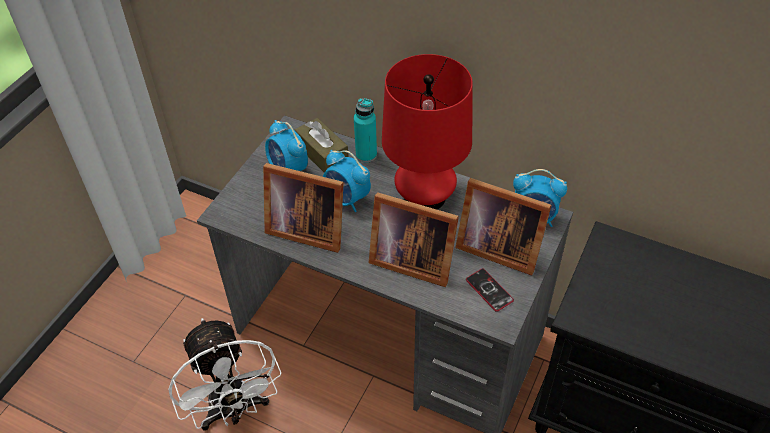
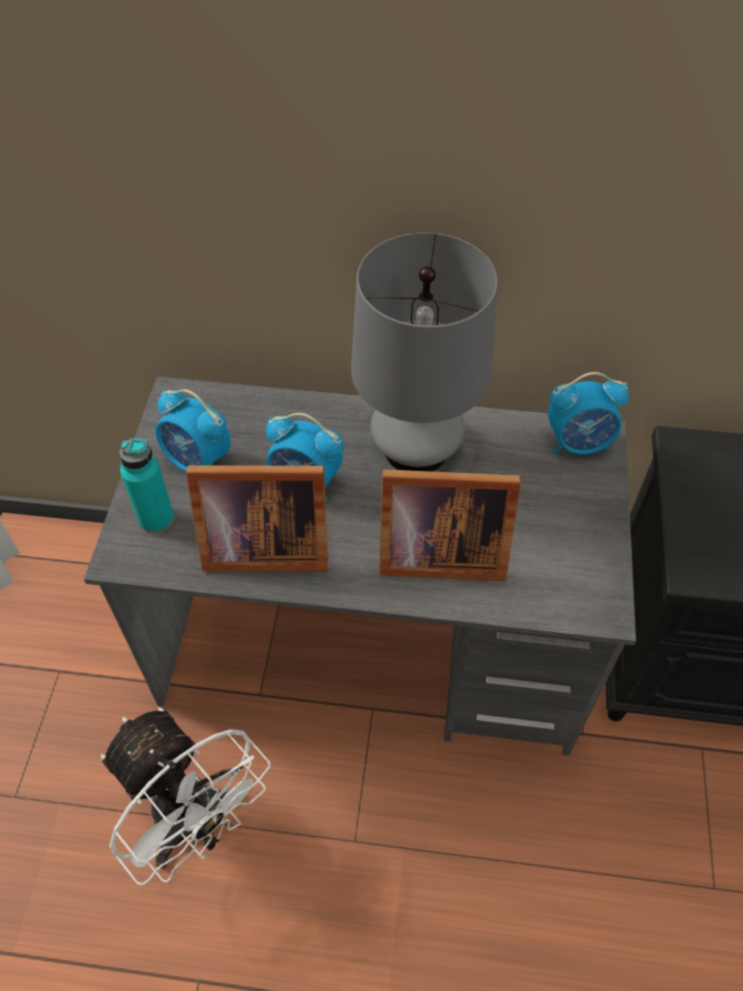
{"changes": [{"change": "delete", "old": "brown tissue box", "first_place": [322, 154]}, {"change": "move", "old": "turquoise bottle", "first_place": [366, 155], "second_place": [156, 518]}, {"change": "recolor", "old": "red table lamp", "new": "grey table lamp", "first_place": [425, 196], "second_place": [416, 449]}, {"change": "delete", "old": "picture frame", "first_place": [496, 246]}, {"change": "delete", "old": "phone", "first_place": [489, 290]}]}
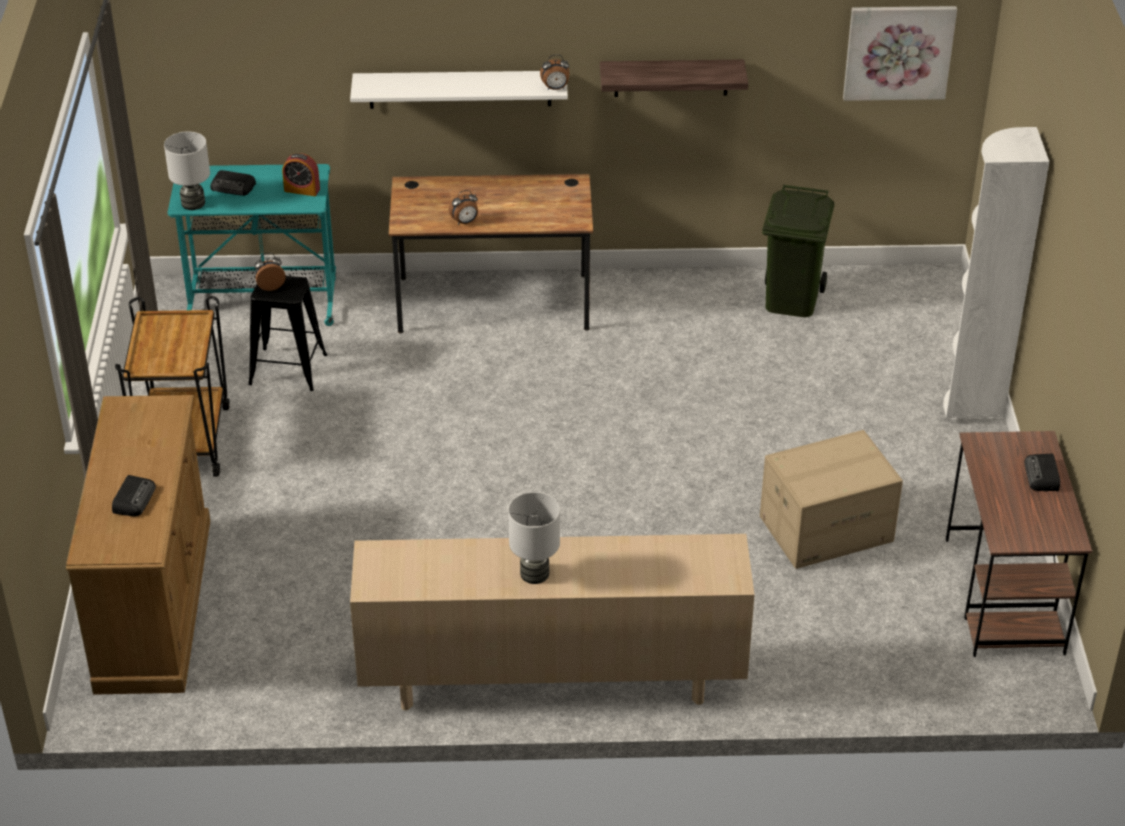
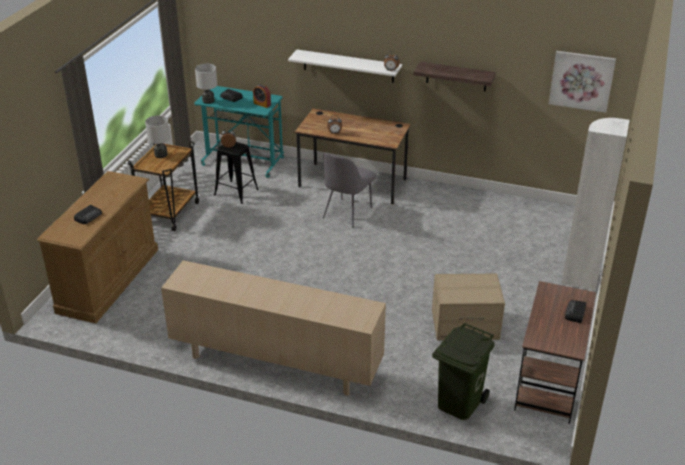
{"changes": [{"change": "move", "old": "grey table lamp", "first_place": [535, 574], "second_place": [161, 155]}, {"change": "move", "old": "green trash can", "first_place": [790, 299], "second_place": [458, 403]}, {"change": "insert", "new": "grey chair", "second_place": [347, 213]}]}
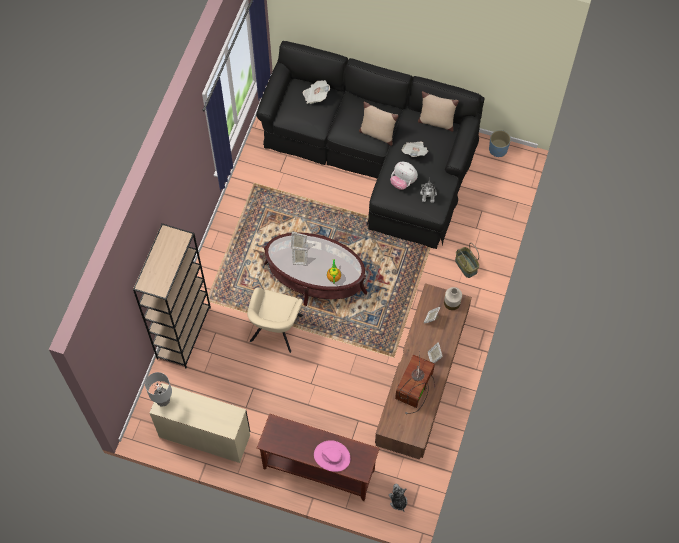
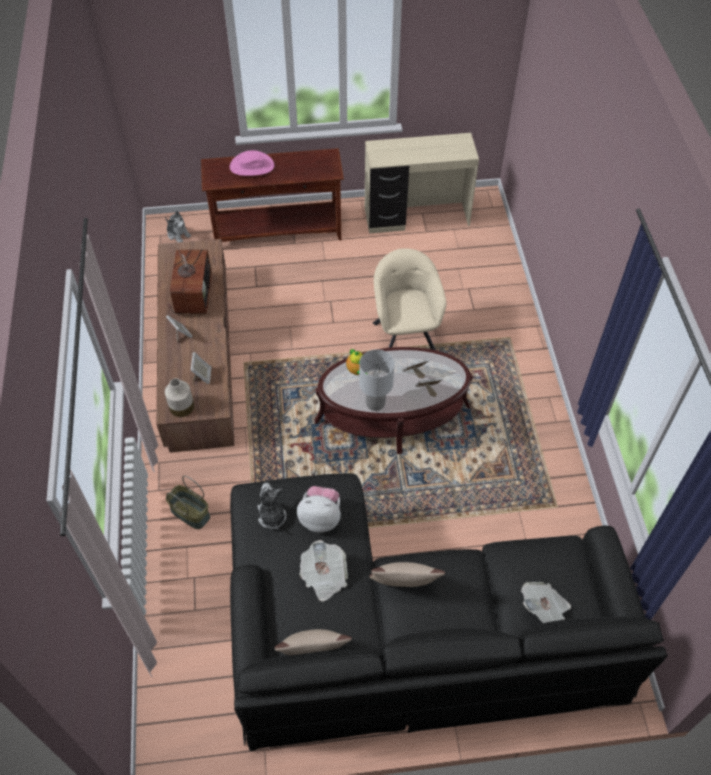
{"changes": [{"change": "delete", "old": "beige bookcase", "first_place": [183, 332]}, {"change": "move", "old": "grey table lamp", "first_place": [163, 401], "second_place": [375, 404]}, {"change": "delete", "old": "blue planter", "first_place": [498, 149]}]}
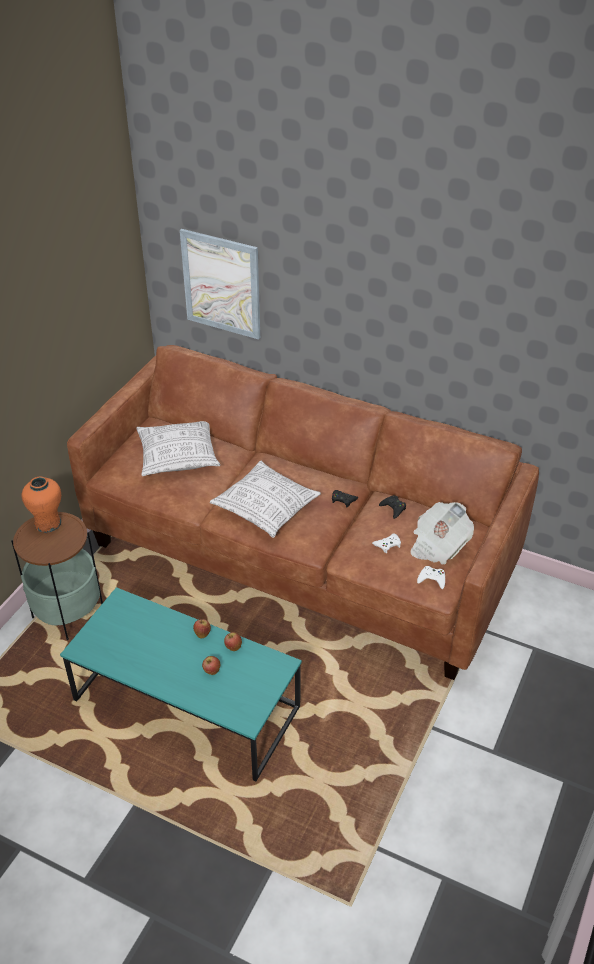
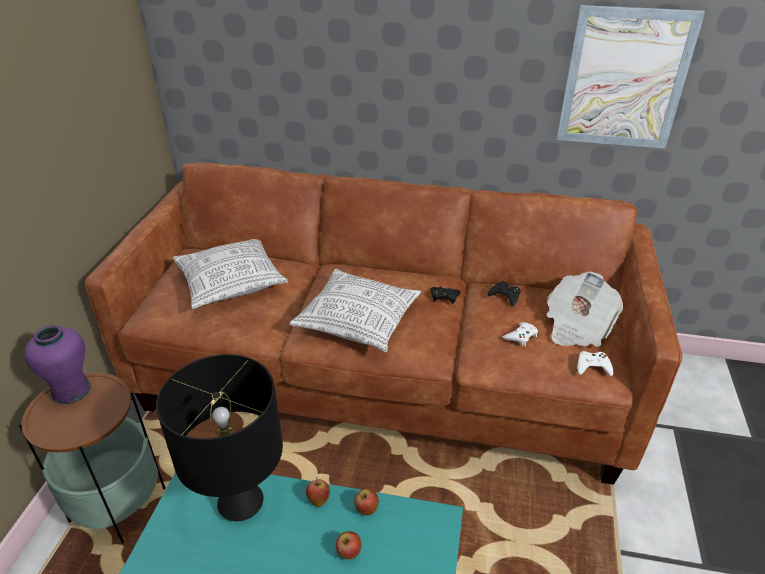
{"changes": [{"change": "recolor", "old": "orange vase", "new": "purple vase", "first_place": [47, 523], "second_place": [71, 391]}, {"change": "move", "old": "picture", "first_place": [221, 284], "second_place": [624, 79]}, {"change": "insert", "new": "black table lamp", "second_place": [241, 504]}]}
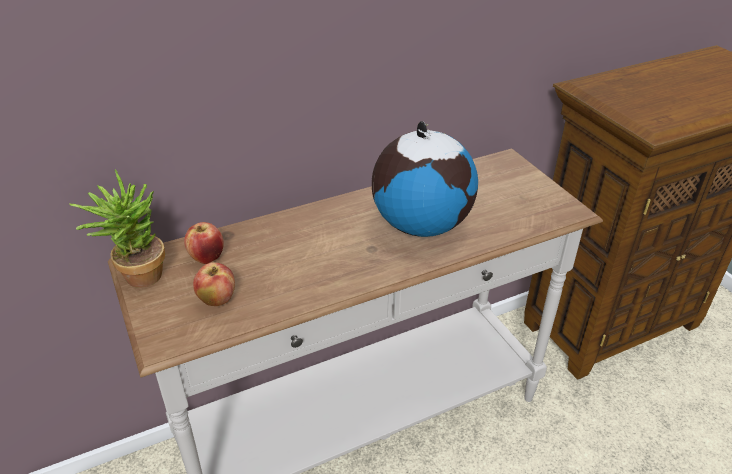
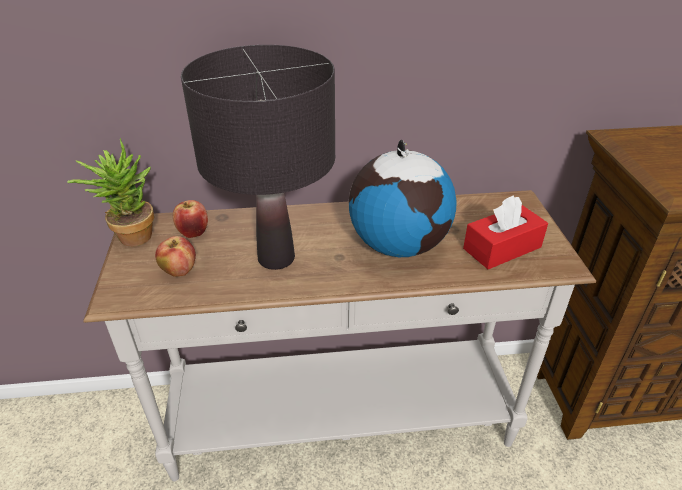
{"changes": [{"change": "insert", "new": "black table lamp", "second_place": [276, 258]}, {"change": "insert", "new": "red tissue box", "second_place": [502, 248]}]}
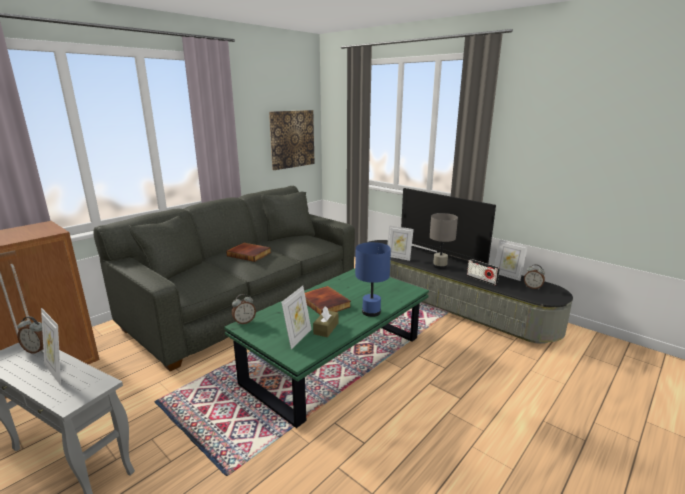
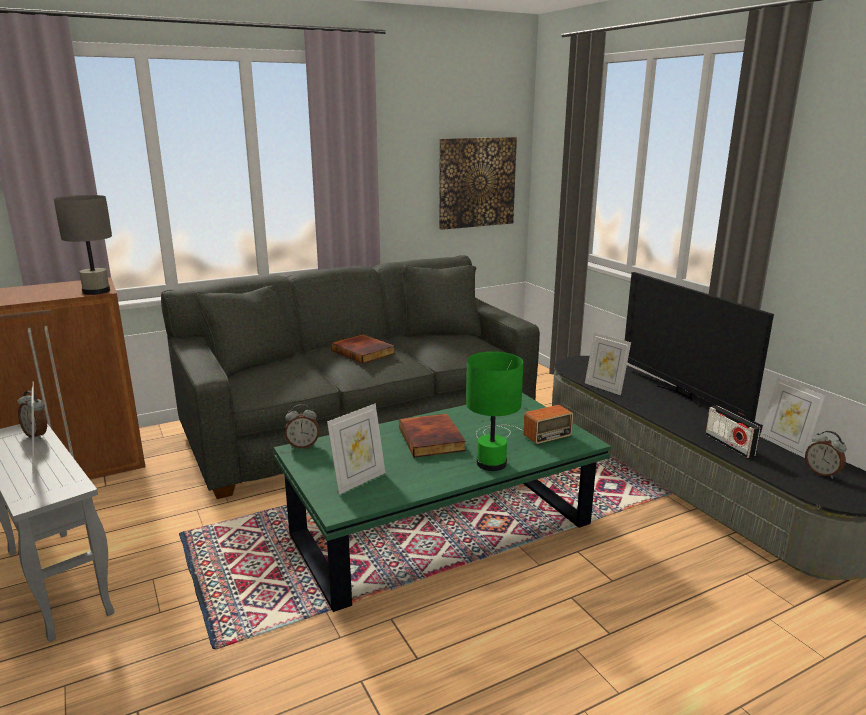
{"changes": [{"change": "delete", "old": "brown tissue box", "first_place": [326, 328]}, {"change": "recolor", "old": "blue table lamp", "new": "green table lamp", "first_place": [371, 312], "second_place": [490, 463]}, {"change": "move", "old": "grey table lamp", "first_place": [439, 266], "second_place": [96, 291]}, {"change": "insert", "new": "radio", "second_place": [518, 434]}]}
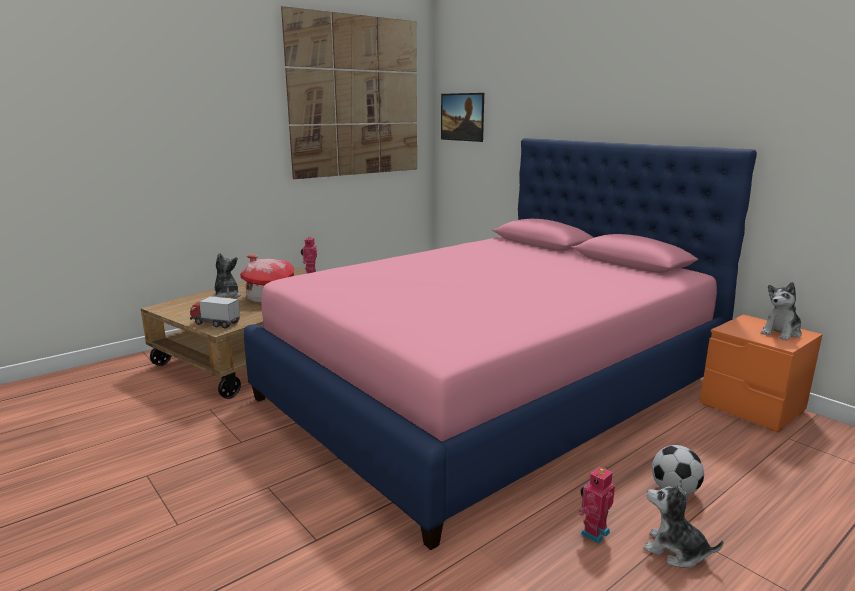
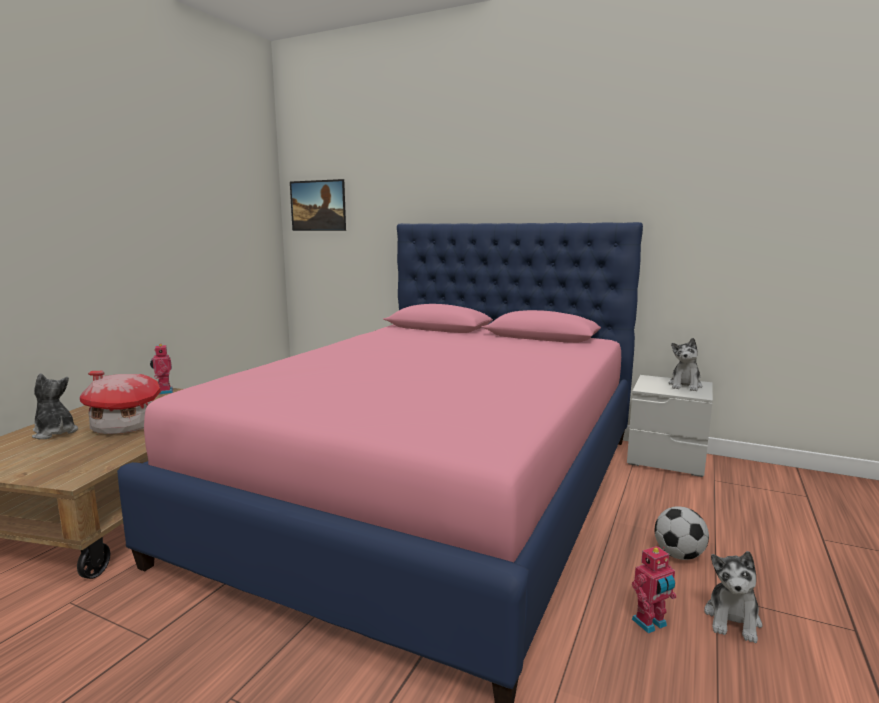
{"changes": [{"change": "delete", "old": "toy truck", "first_place": [215, 323]}, {"change": "delete", "old": "picture", "first_place": [355, 97]}, {"change": "rotate", "old": "toy robot", "first_place": [593, 532], "second_place": [650, 624], "degrees": -135}, {"change": "rotate", "old": "plush toy", "first_place": [675, 551], "second_place": [733, 619], "degrees": -75}, {"change": "recolor", "old": "orange nightstand", "new": "white nightstand", "first_place": [752, 407], "second_place": [666, 459]}]}
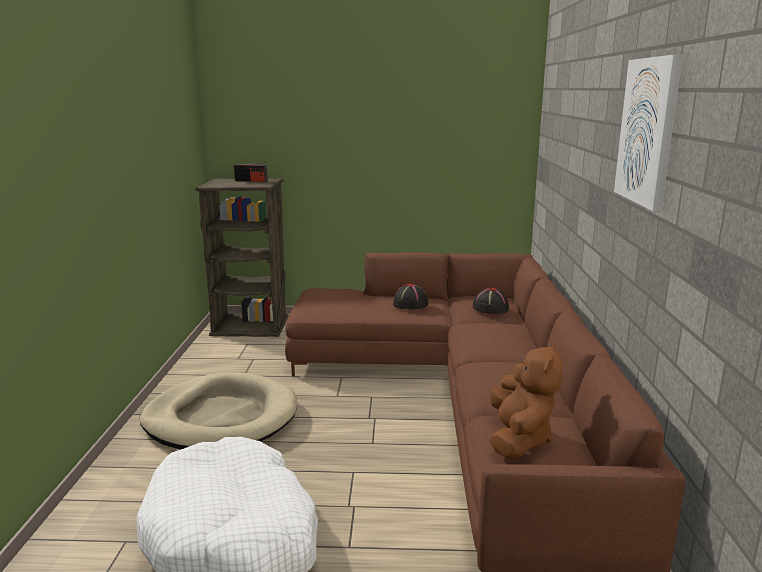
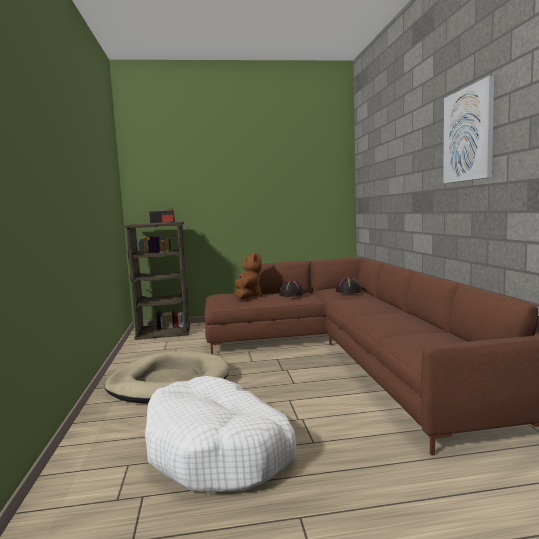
{"changes": [{"change": "move", "old": "brown plush toy", "first_place": [518, 439], "second_place": [248, 296]}]}
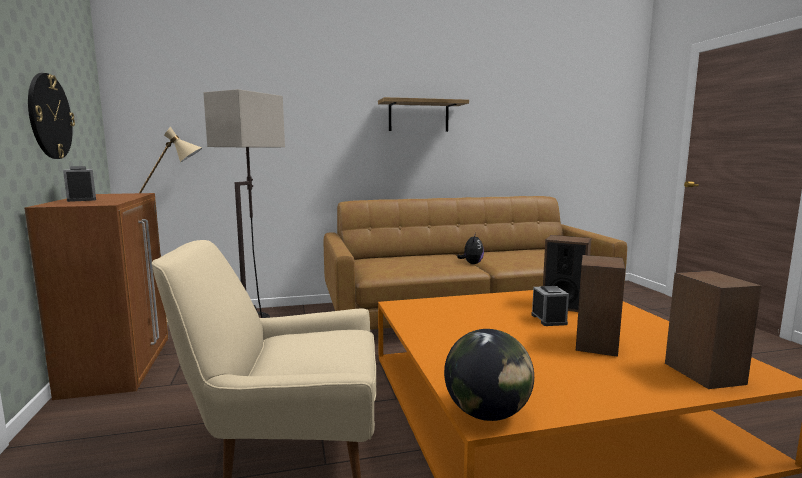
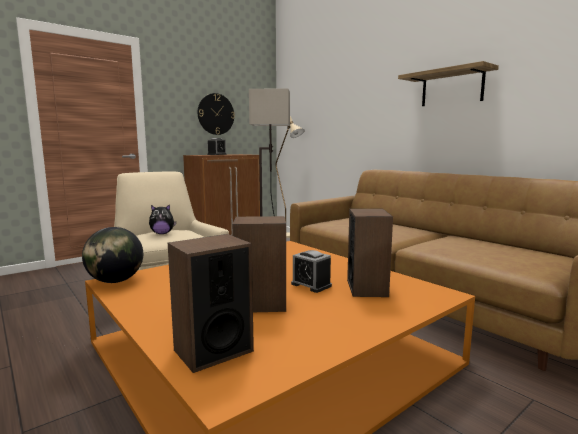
{"changes": [{"change": "move", "old": "plush toy", "first_place": [471, 263], "second_place": [162, 233]}, {"change": "rotate", "old": "alarm clock", "first_place": [549, 319], "second_place": [311, 285], "degrees": 75}]}
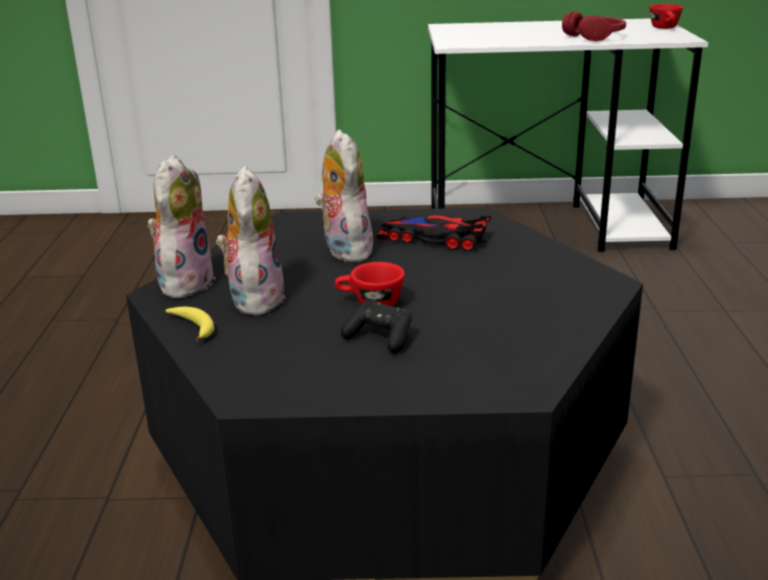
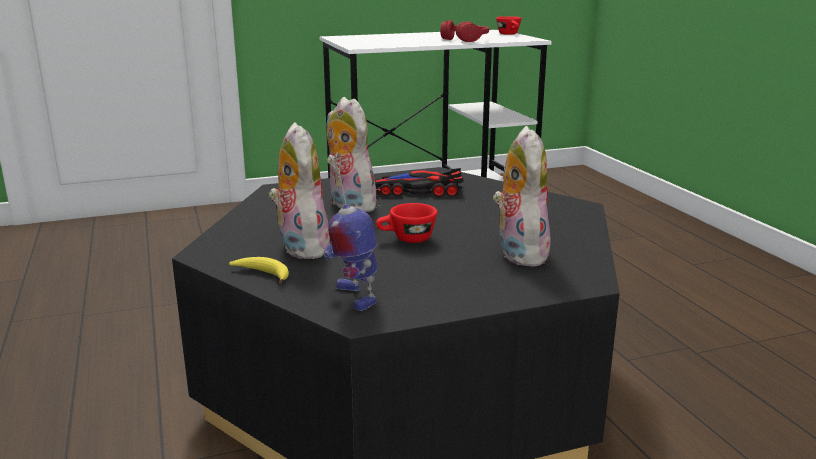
{"changes": [{"change": "move", "old": "plush toy", "first_place": [184, 282], "second_place": [518, 253]}, {"change": "delete", "old": "black game controller", "first_place": [380, 338]}, {"change": "insert", "new": "toy robot", "second_place": [353, 296]}]}
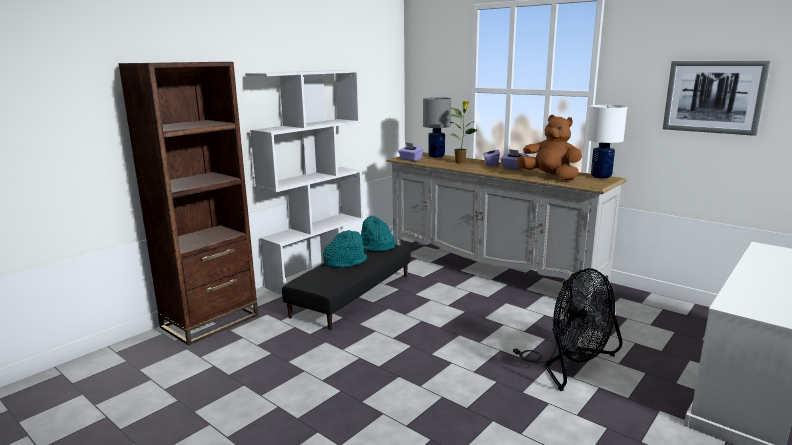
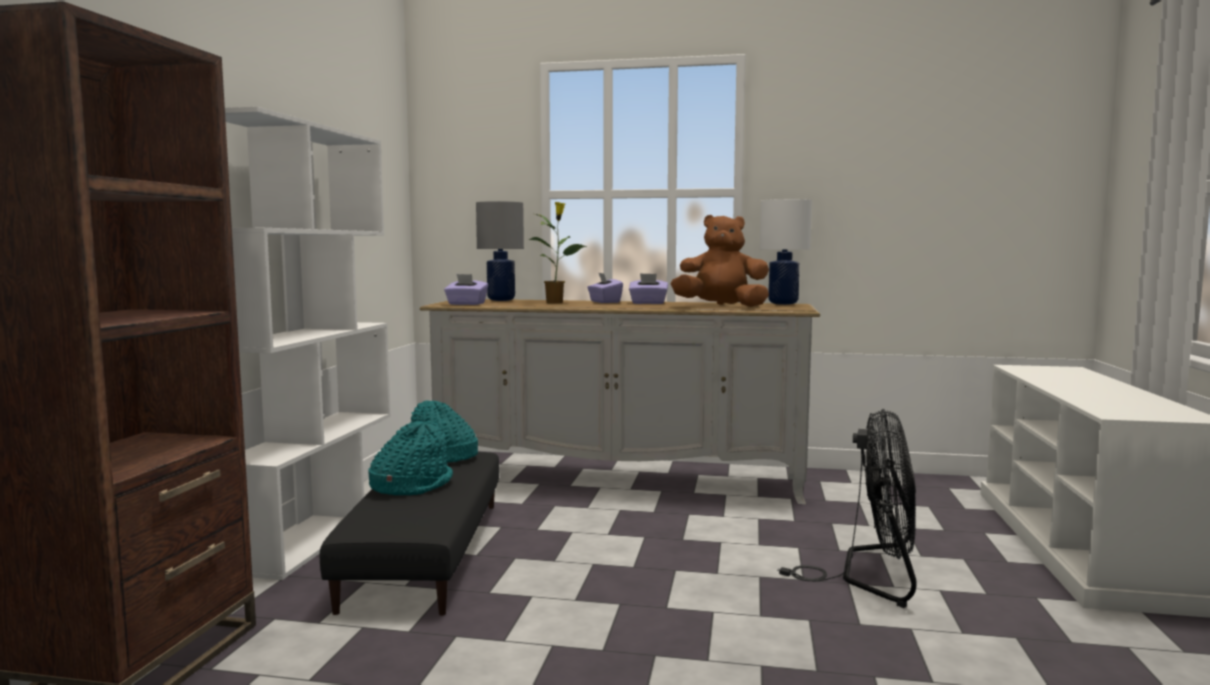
{"changes": [{"change": "delete", "old": "picture", "first_place": [713, 97]}]}
